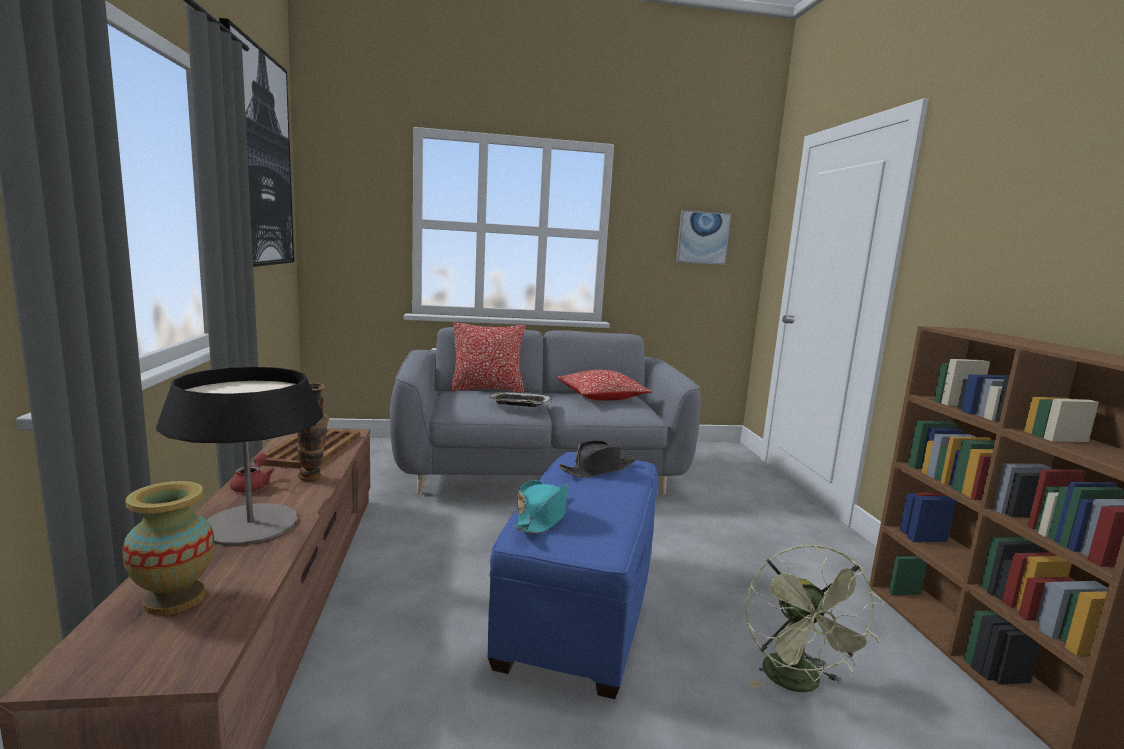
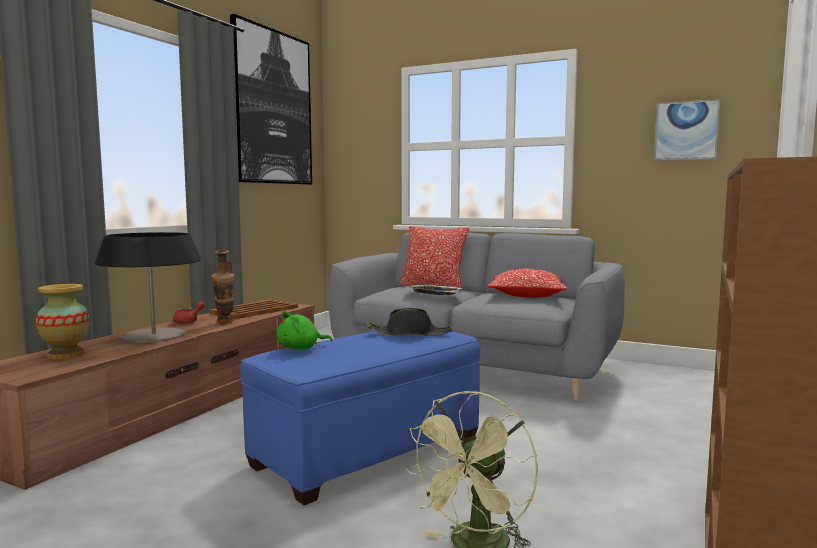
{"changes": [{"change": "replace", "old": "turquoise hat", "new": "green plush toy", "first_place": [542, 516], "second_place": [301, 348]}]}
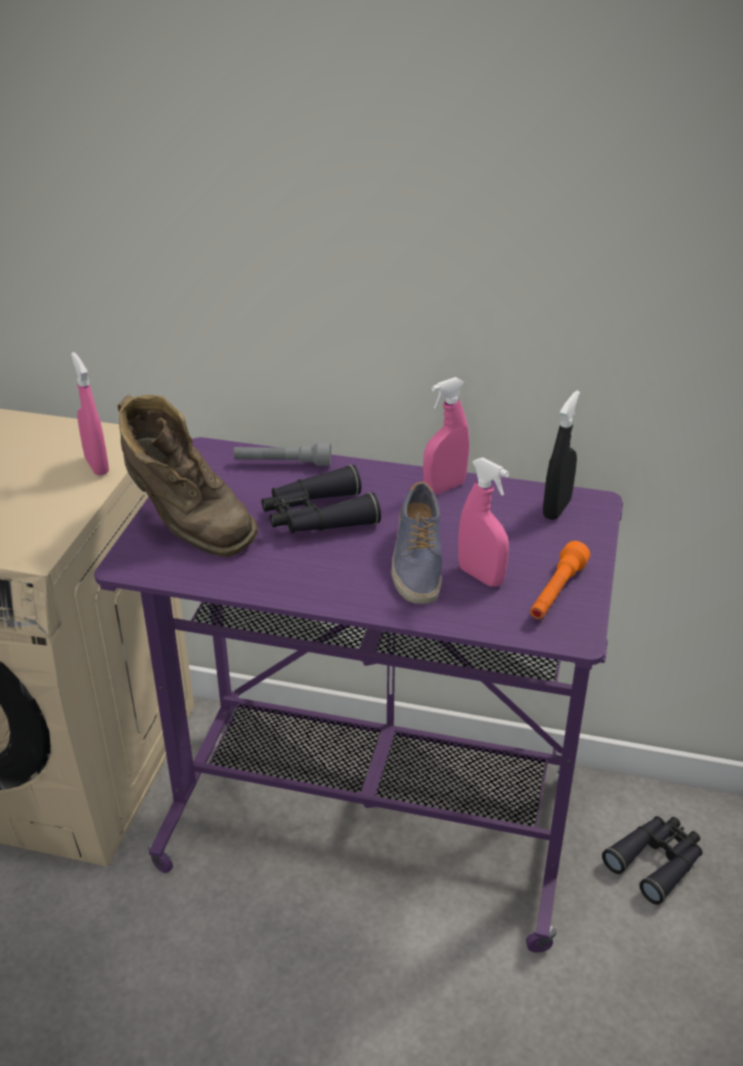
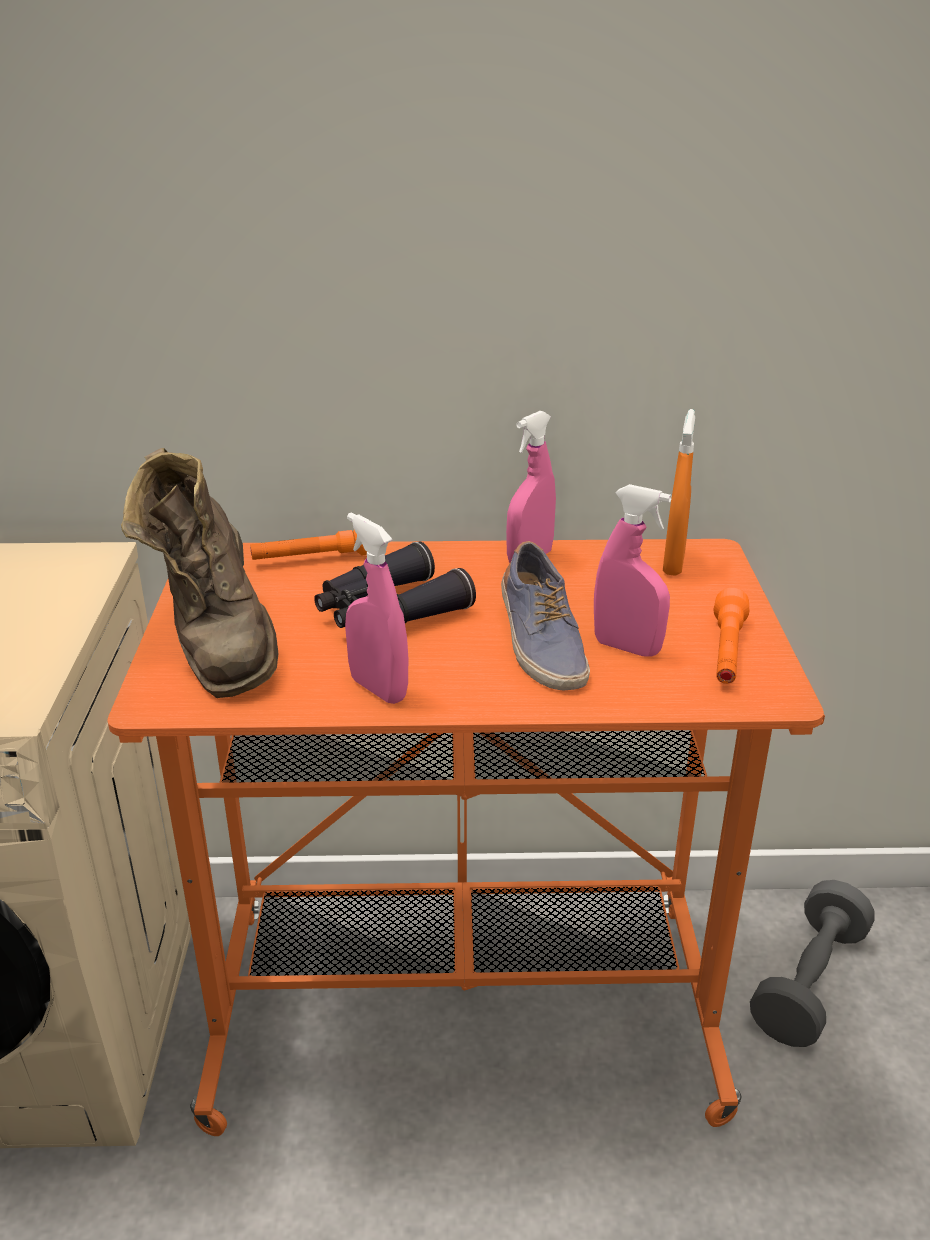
{"changes": [{"change": "move", "old": "pink spray bottle", "first_place": [97, 465], "second_place": [378, 689]}, {"change": "recolor", "old": "purple desk", "new": "orange desk", "first_place": [371, 822], "second_place": [465, 1009]}, {"change": "rotate", "old": "brown boot", "first_place": [186, 524], "second_place": [217, 643], "degrees": 45}, {"change": "recolor", "old": "grey flashlight", "new": "orange flashlight", "first_place": [282, 464], "second_place": [315, 559]}, {"change": "recolor", "old": "black spray bottle", "new": "orange spray bottle", "first_place": [556, 508], "second_place": [673, 563]}, {"change": "replace", "old": "black binoculars", "new": "grey dumbbell", "first_place": [656, 861], "second_place": [809, 983]}]}
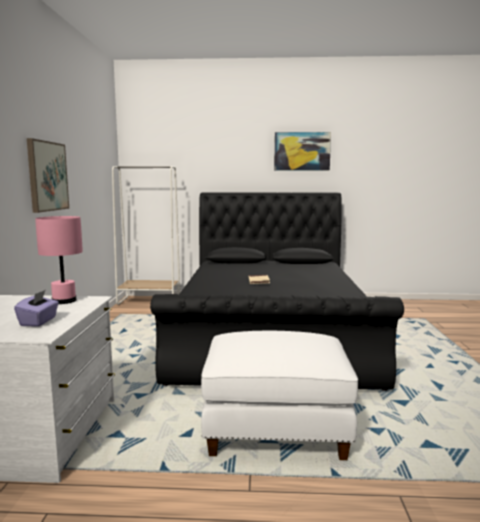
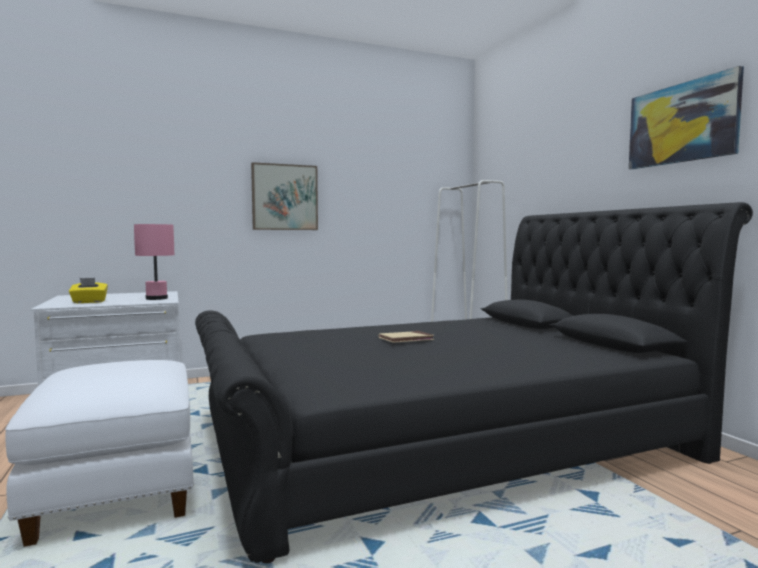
{"changes": [{"change": "recolor", "old": "purple tissue box", "new": "yellow tissue box", "first_place": [39, 321], "second_place": [89, 302]}]}
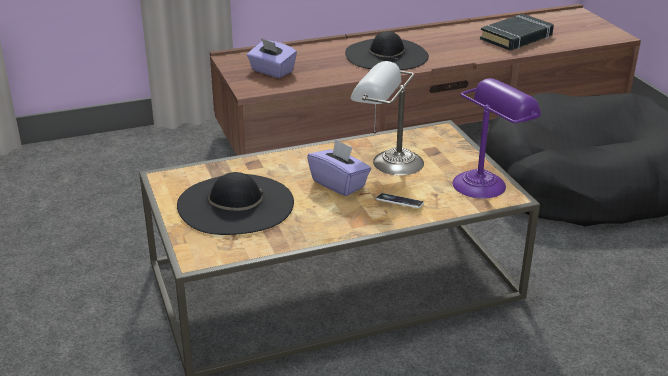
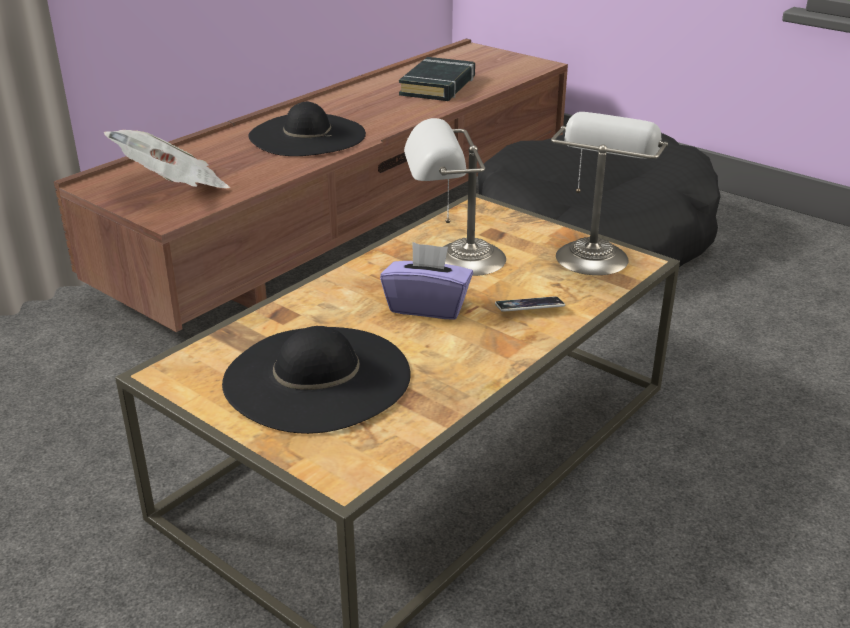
{"changes": [{"change": "replace", "old": "purple tissue box", "new": "newspaper", "first_place": [272, 71], "second_place": [173, 187]}, {"change": "recolor", "old": "purple table lamp", "new": "white table lamp", "first_place": [486, 180], "second_place": [594, 251]}]}
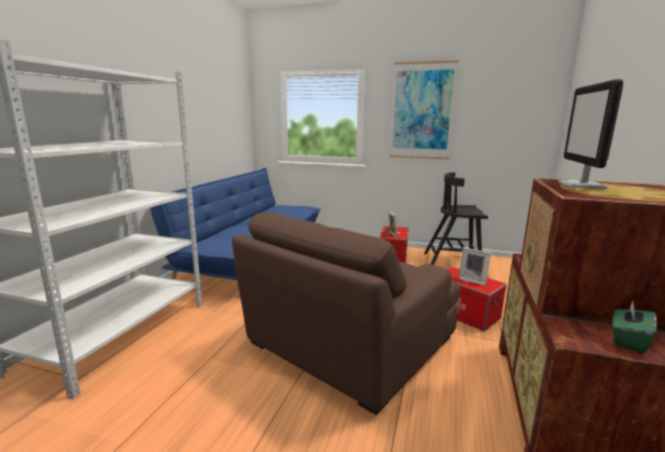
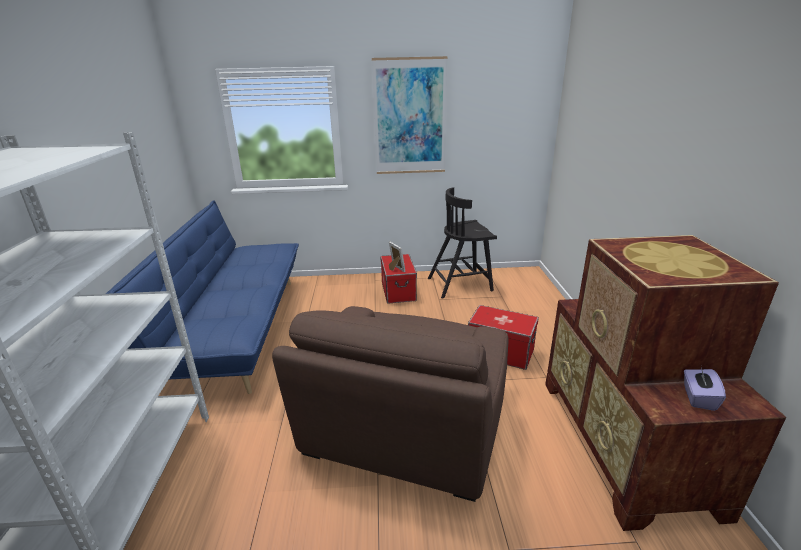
{"changes": [{"change": "delete", "old": "picture frame", "first_place": [473, 280]}, {"change": "delete", "old": "monitor", "first_place": [582, 186]}, {"change": "recolor", "old": "green tissue box", "new": "purple tissue box", "first_place": [628, 340], "second_place": [698, 398]}]}
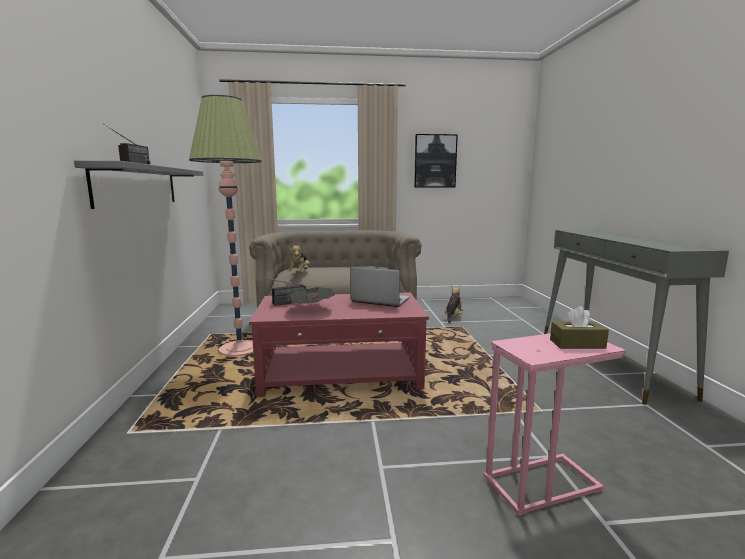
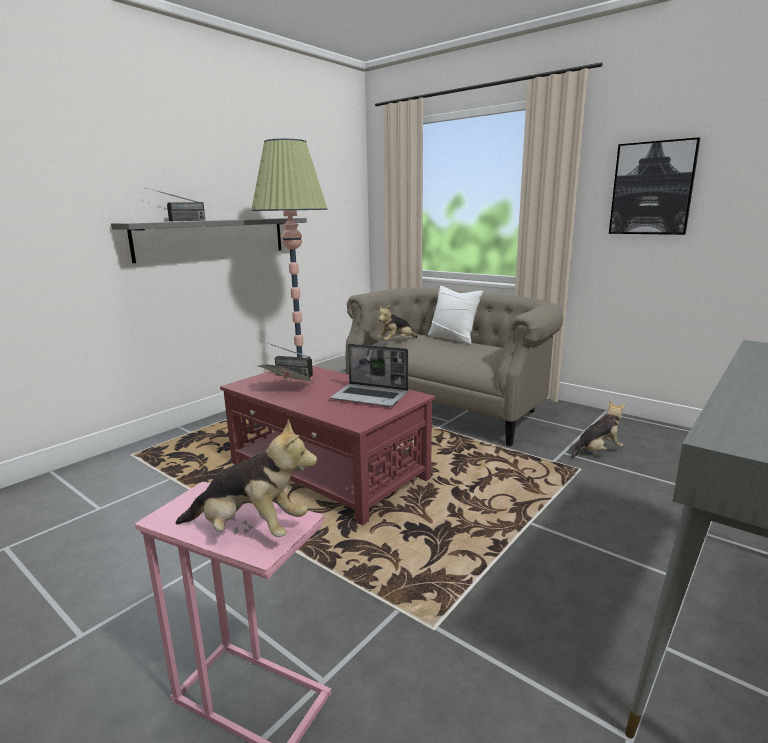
{"changes": [{"change": "rotate", "old": "laptop", "first_place": [379, 300], "second_place": [371, 396], "degrees": 135}, {"change": "replace", "old": "brown tissue box", "new": "plush toy", "first_place": [577, 344], "second_place": [250, 530]}, {"change": "insert", "new": "white pillow", "second_place": [453, 338]}]}
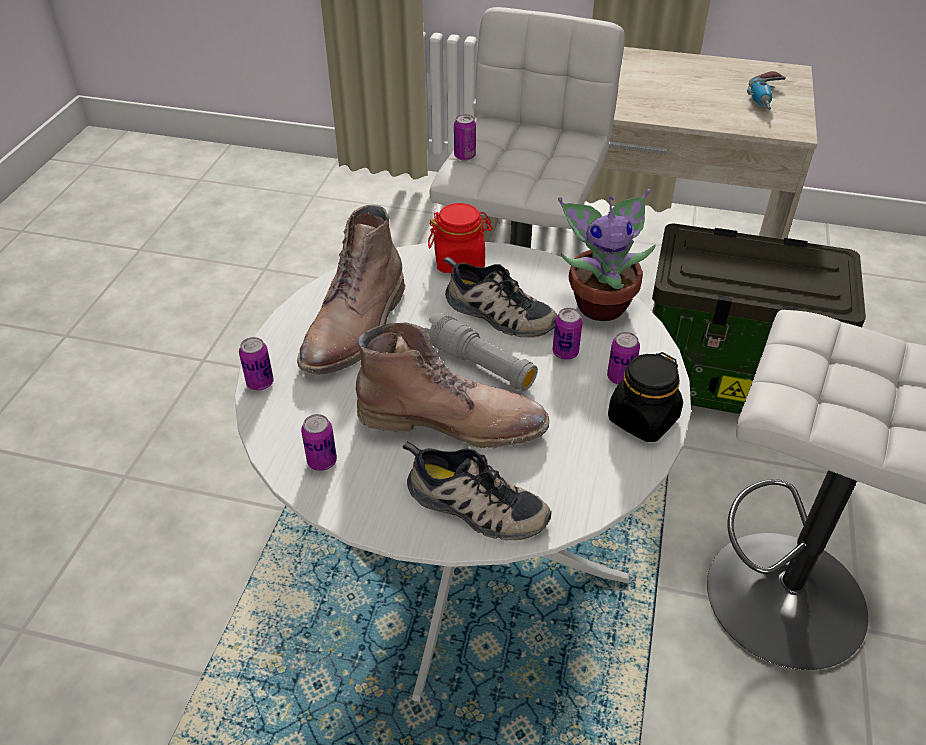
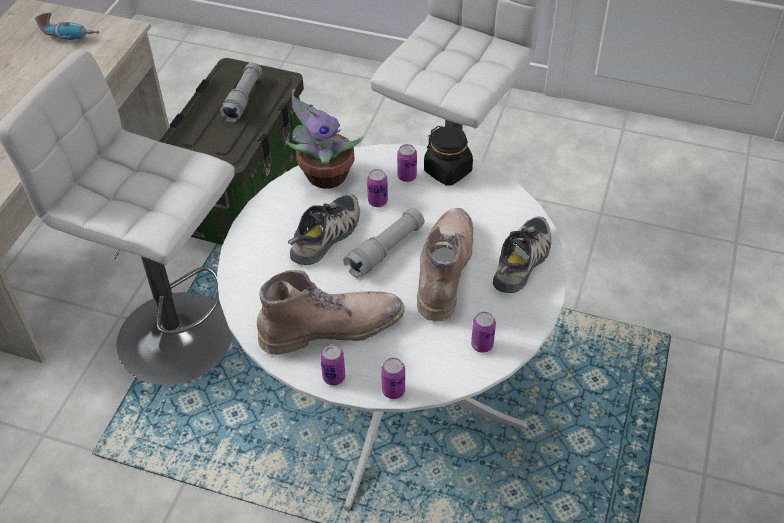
{"changes": [{"change": "rotate", "old": "brown boot", "first_place": [356, 328], "second_place": [332, 326], "degrees": -45}, {"change": "delete", "old": "red jar", "first_place": [460, 261]}, {"change": "move", "old": "can", "first_place": [464, 156], "second_place": [334, 377]}, {"change": "insert", "new": "grey flashlight", "second_place": [243, 99]}]}
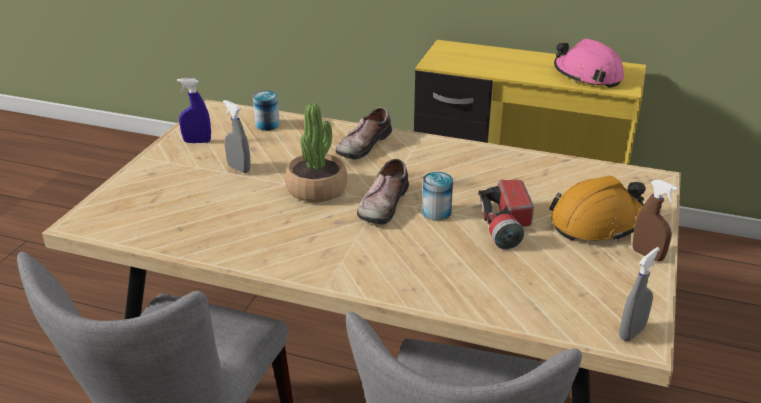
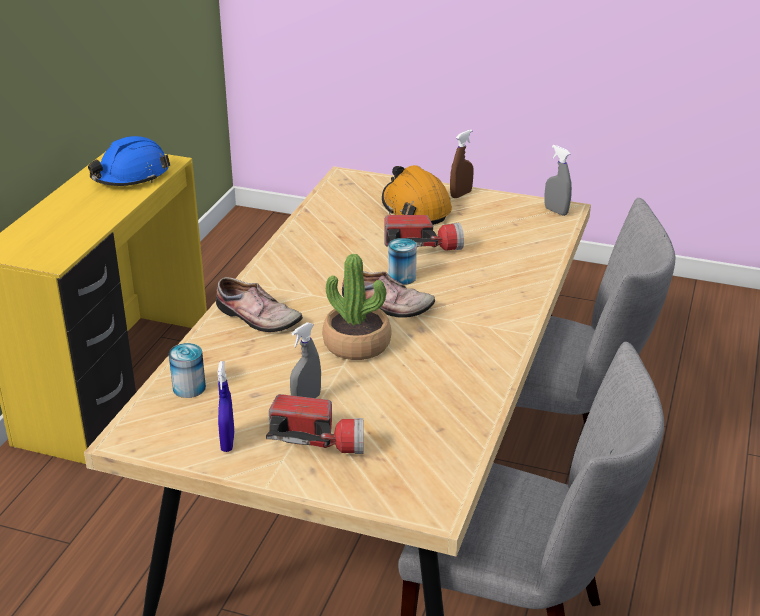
{"changes": [{"change": "recolor", "old": "pink hard hat", "new": "blue hard hat", "first_place": [587, 75], "second_place": [131, 176]}, {"change": "insert", "new": "flashlight", "second_place": [318, 440]}]}
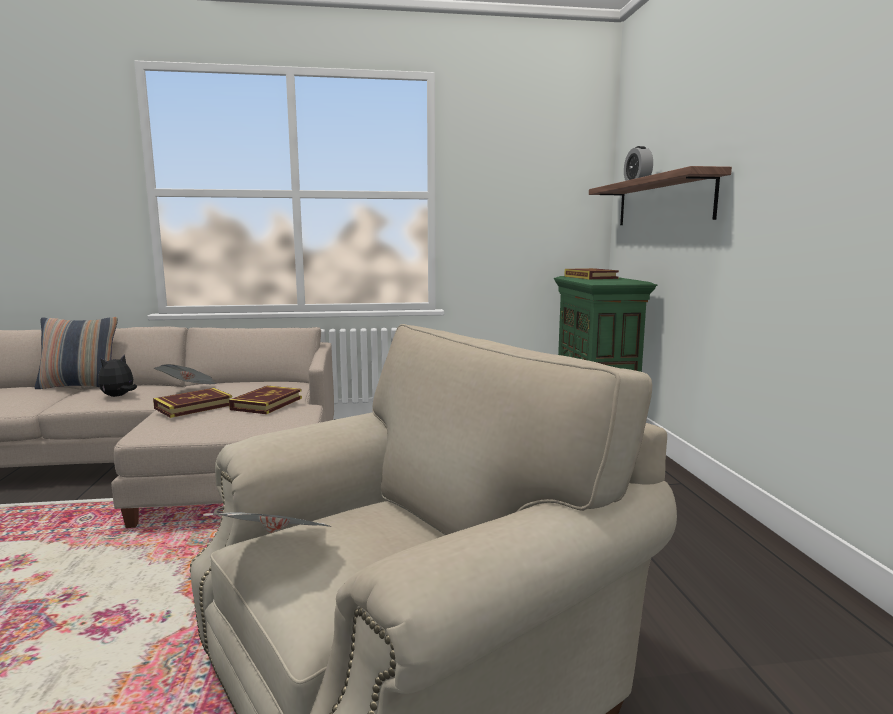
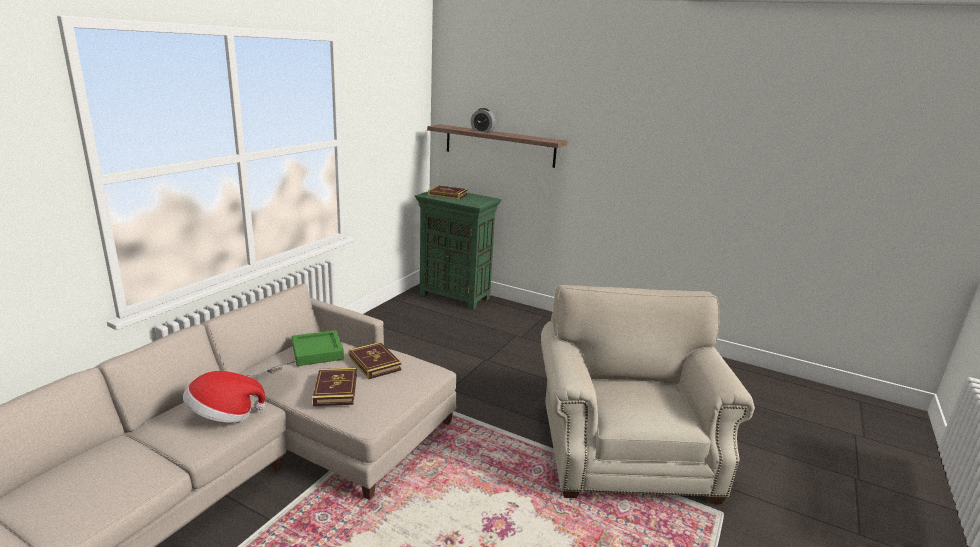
{"changes": [{"change": "delete", "old": "pillow", "first_place": [80, 386]}, {"change": "replace", "old": "plush toy", "new": "hat", "first_place": [118, 396], "second_place": [224, 416]}, {"change": "delete", "old": "newspaper", "first_place": [277, 551]}, {"change": "insert", "new": "green tray", "second_place": [317, 352]}]}
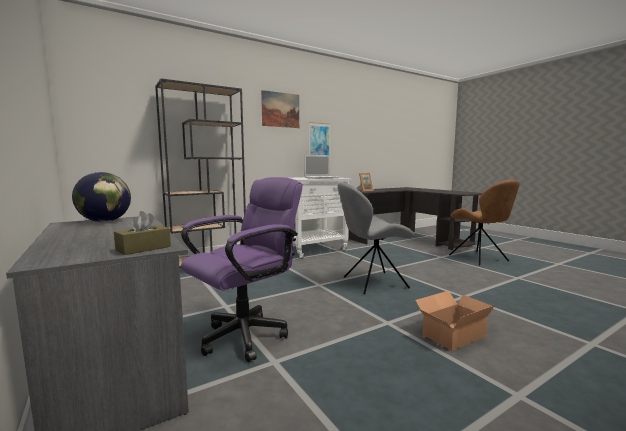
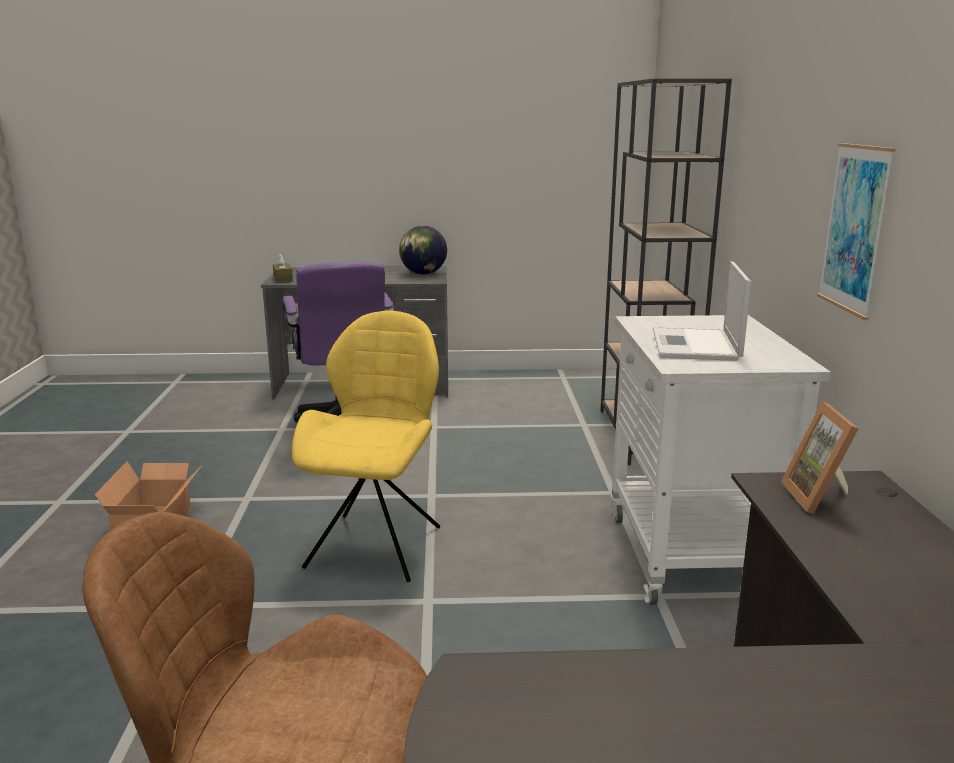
{"changes": [{"change": "delete", "old": "picture", "first_place": [280, 110]}, {"change": "recolor", "old": "grey chair", "new": "yellow chair", "first_place": [372, 283], "second_place": [376, 544]}]}
